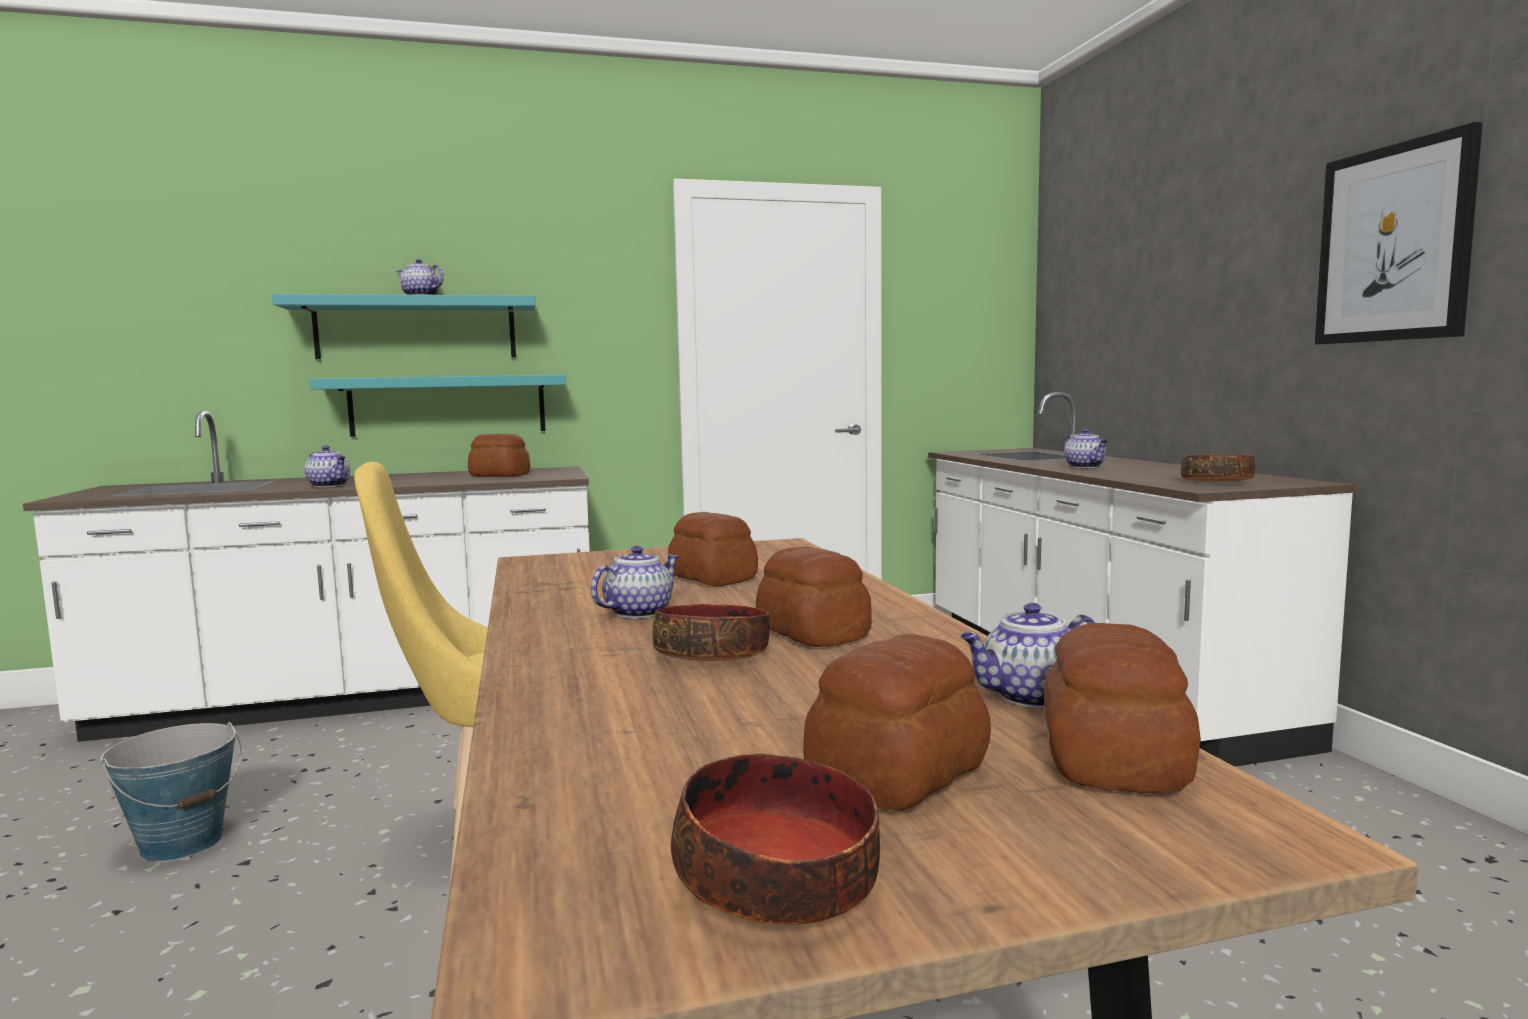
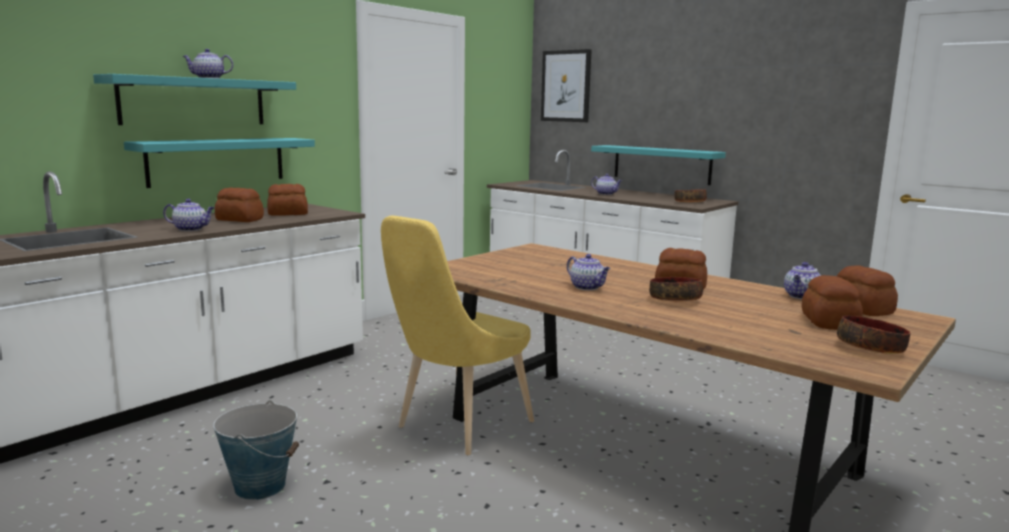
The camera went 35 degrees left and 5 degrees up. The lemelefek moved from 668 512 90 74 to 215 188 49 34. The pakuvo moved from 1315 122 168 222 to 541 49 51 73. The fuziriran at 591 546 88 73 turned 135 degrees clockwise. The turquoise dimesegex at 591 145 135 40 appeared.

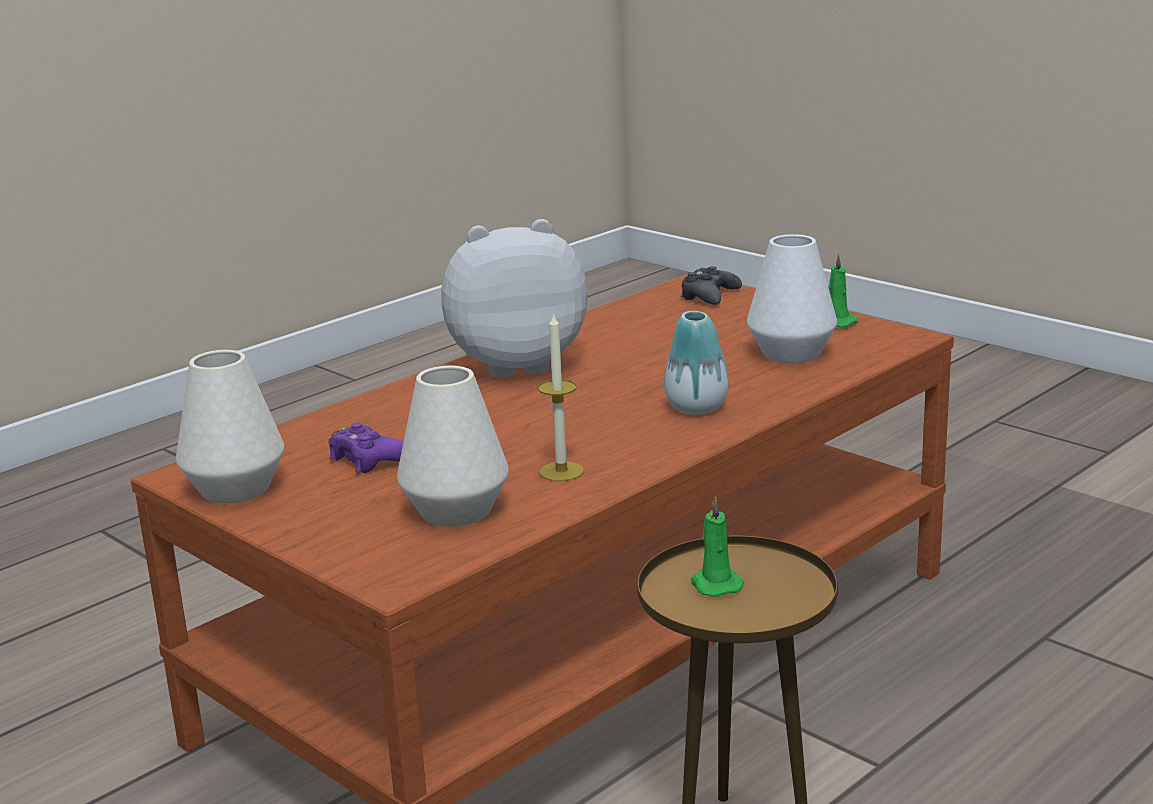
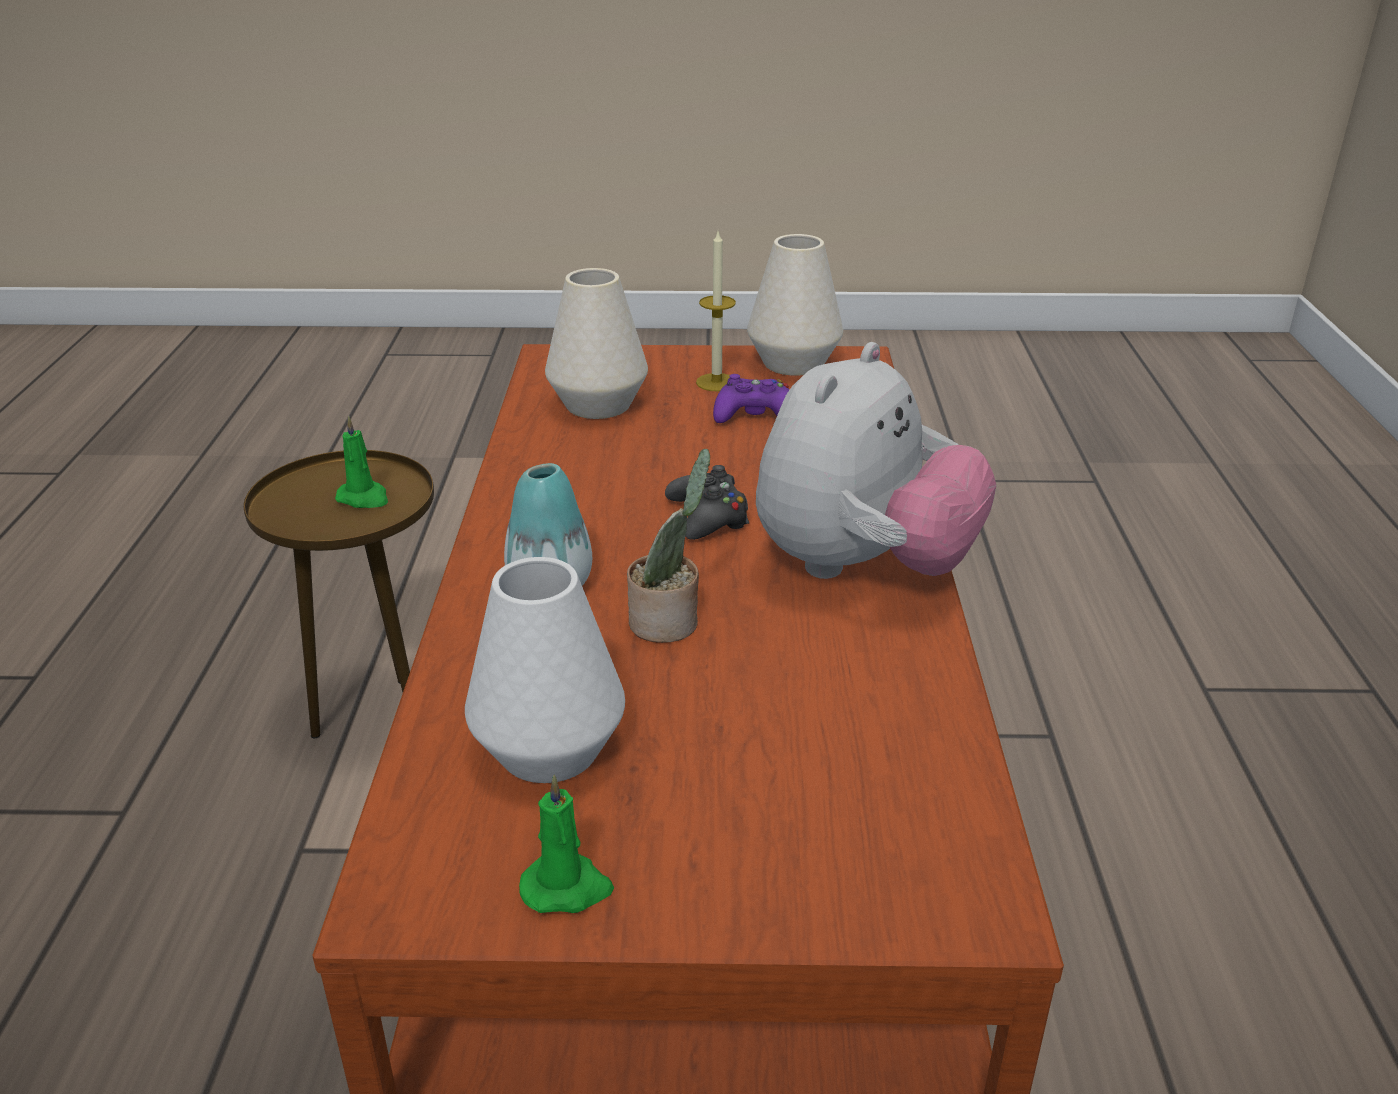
The camera went 135 degrees right and 10 degrees up. The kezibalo at 627 449 83 194 appeared. The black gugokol moved from 681 266 61 39 to 665 465 84 75. The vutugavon moved from 538 312 46 169 to 696 232 40 160.

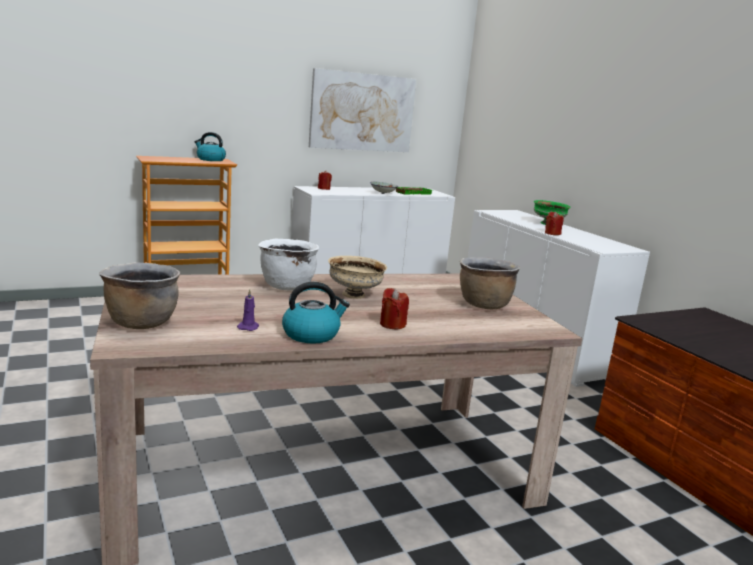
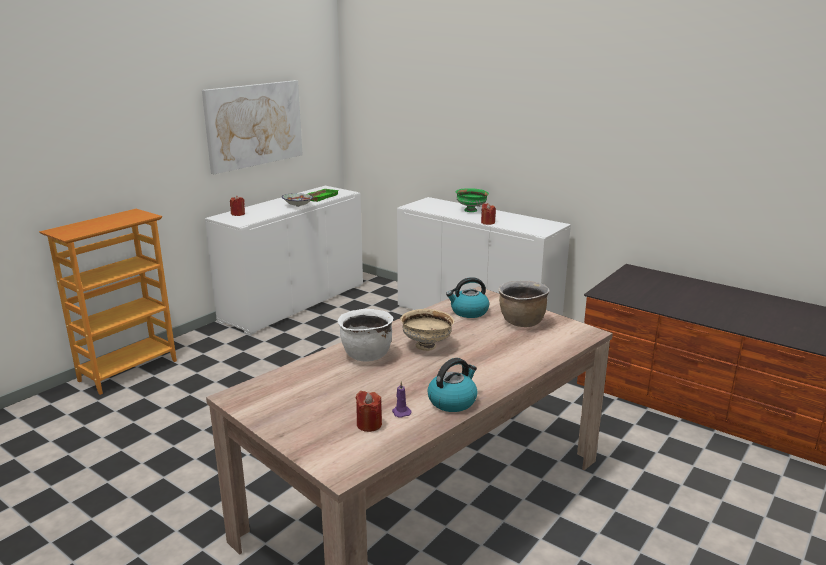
The camera went 25 degrees left and 5 degrees up. The red vutugavon moved from 380 288 29 41 to 356 391 26 41. The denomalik moved from 195 132 31 29 to 446 277 43 41. The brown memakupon at 99 262 81 67 disappeared.

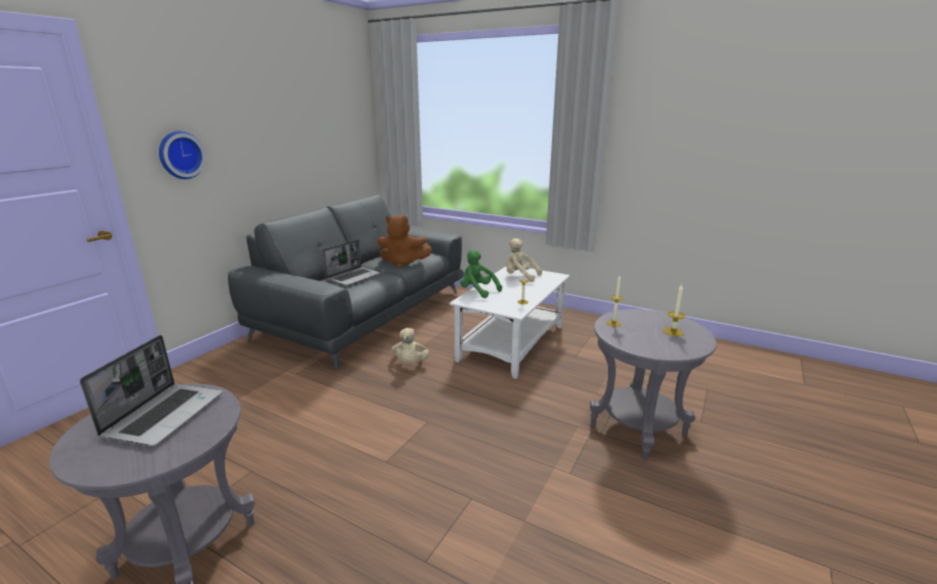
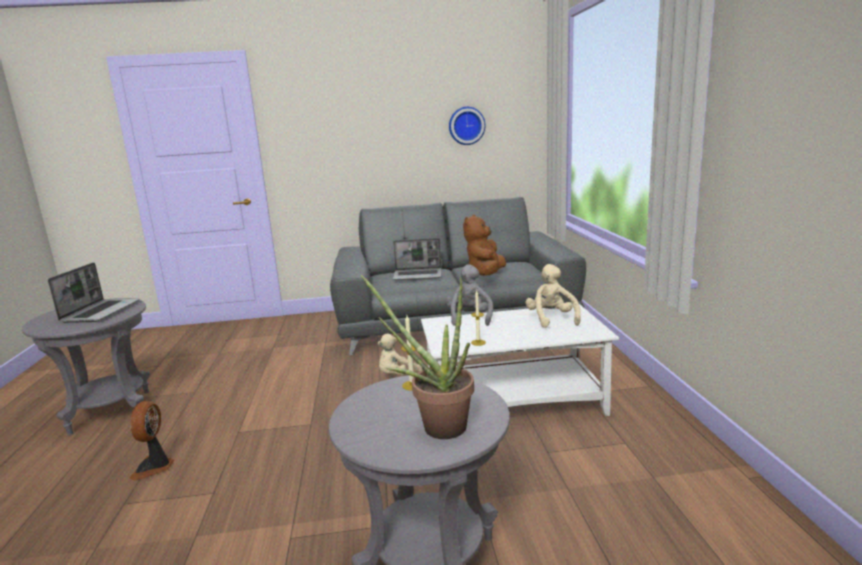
The camera went 55 degrees right and 5 degrees down. The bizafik at 80 335 143 112 turned 60 degrees counterclockwise. The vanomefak at 129 401 45 79 appeared. The vutugavon at 663 284 22 52 was replaced by the kezibalo at 361 275 113 164. The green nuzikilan at 460 250 42 48 became the grey nuzikilan at 445 264 48 62. The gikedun moved from 159 131 47 48 to 449 107 36 38. The brown nuzikilan at 377 215 55 53 turned 45 degrees clockwise.

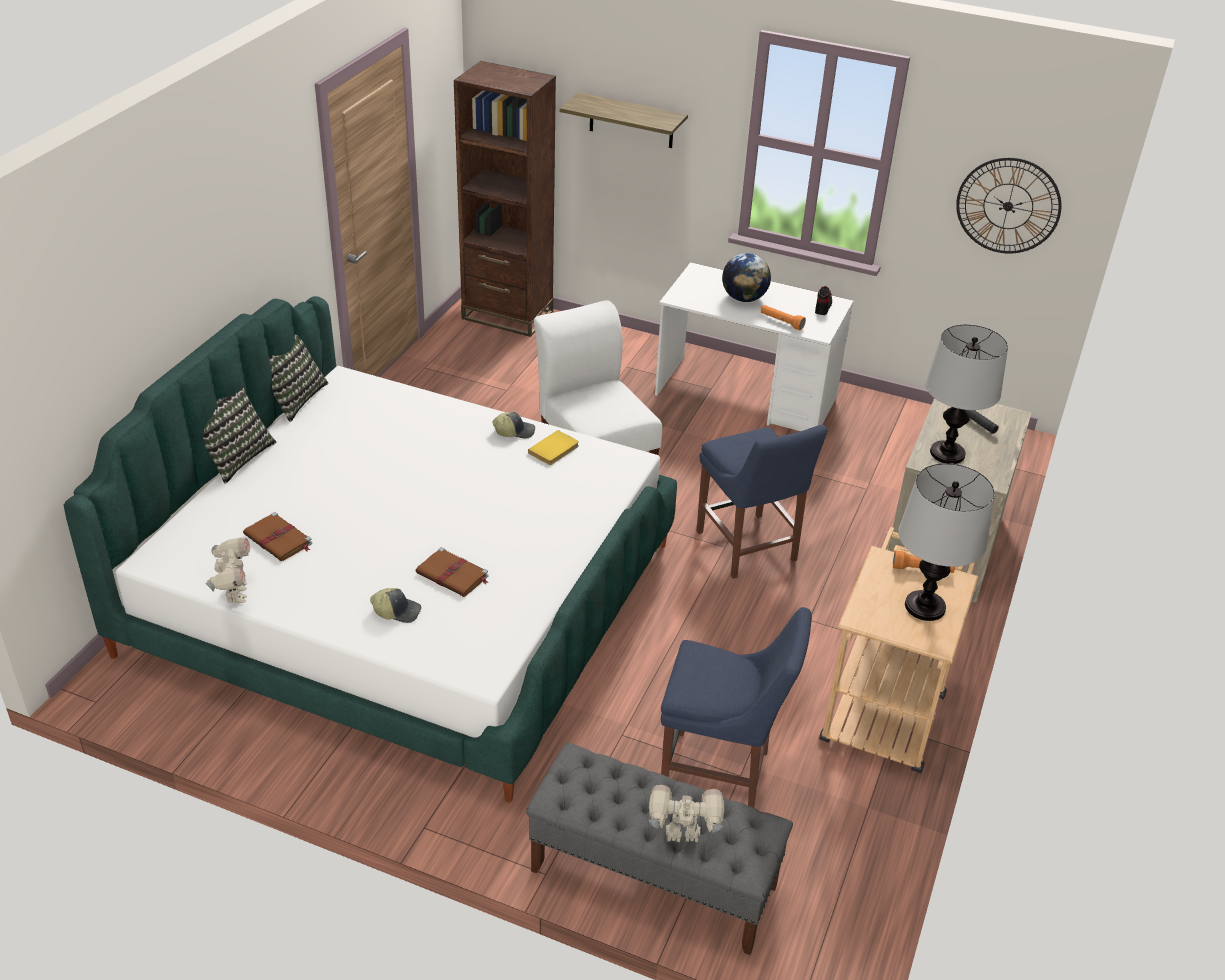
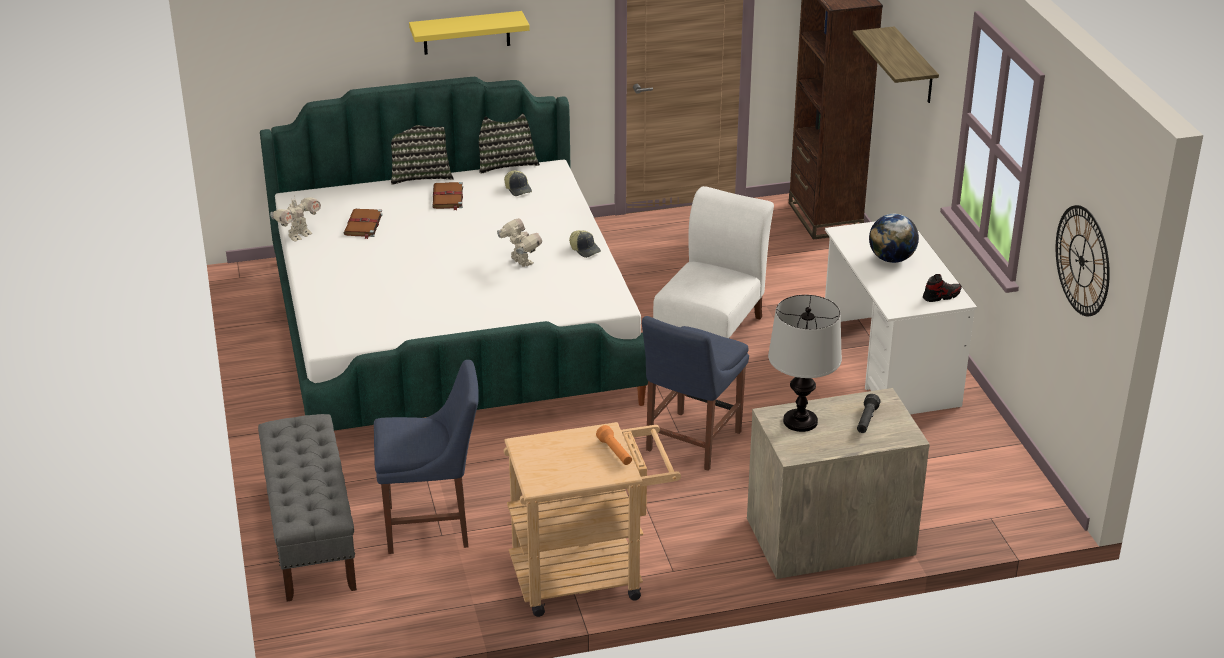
The camera went 55 degrees right and 5 degrees down. The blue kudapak at 661 607 151 200 turned 75 degrees counterclockwise. The yellow dimesegex at 409 11 121 44 appeared. The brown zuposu moved from 416 547 72 50 to 432 182 31 28. The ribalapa moved from 649 785 75 58 to 497 218 45 49. The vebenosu moved from 370 588 51 35 to 504 170 28 26. The yellow zuposu at 528 430 51 35 disappeared. The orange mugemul at 761 305 45 26 disappeared. The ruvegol at 898 463 97 158 disappeared.

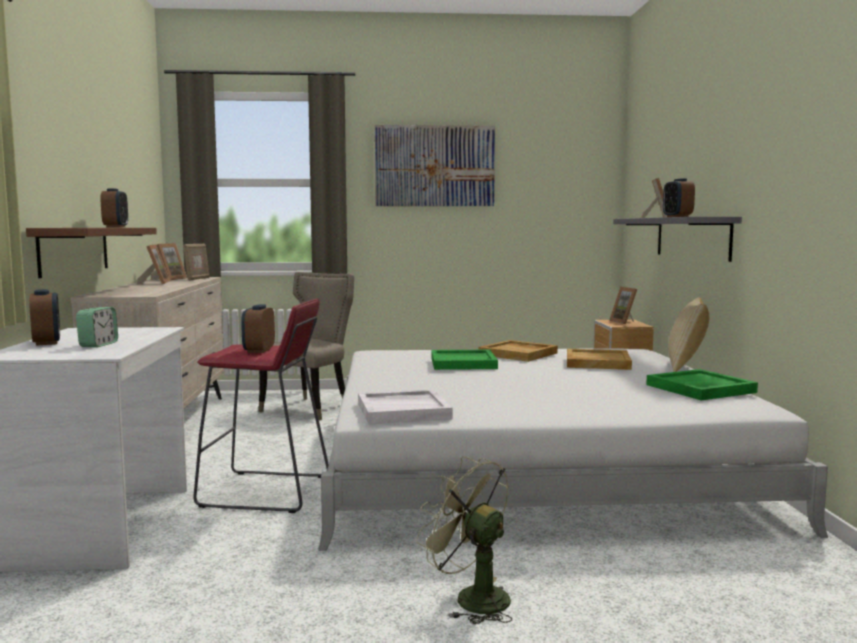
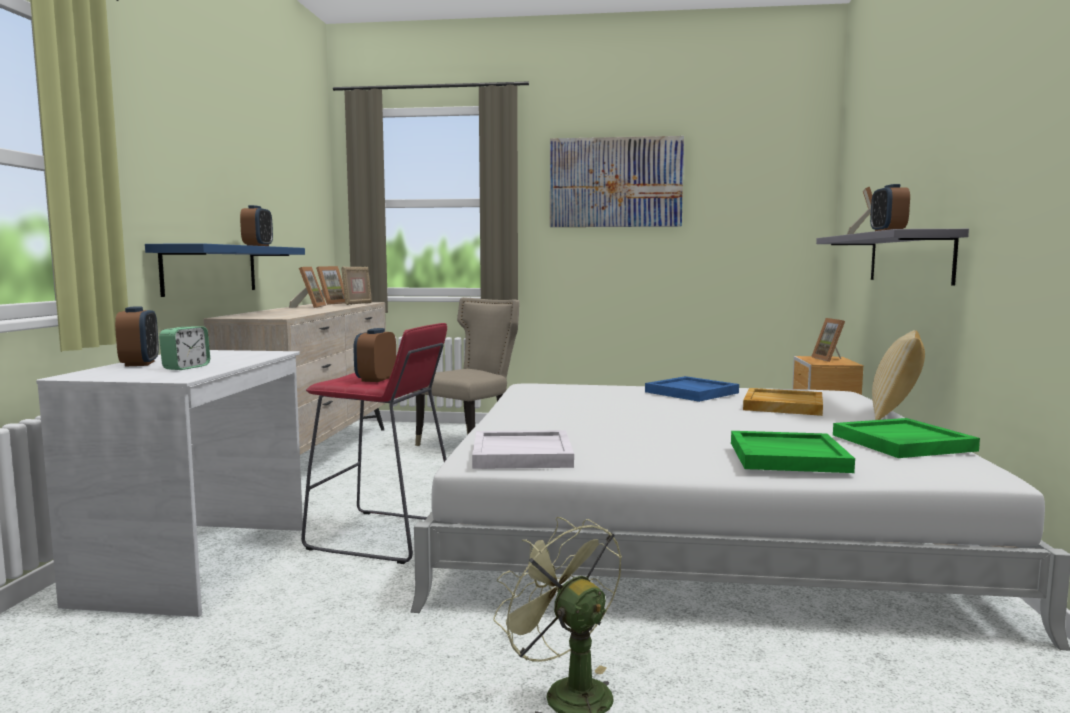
The camera went 10 degrees right and 0 degrees up. The brown dimesegex at 26 228 131 50 became the blue dimesegex at 145 244 160 53. The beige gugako at 479 340 79 22 became the blue gugako at 645 376 94 26. The green gugako moved from 431 350 67 20 to 731 431 124 42.

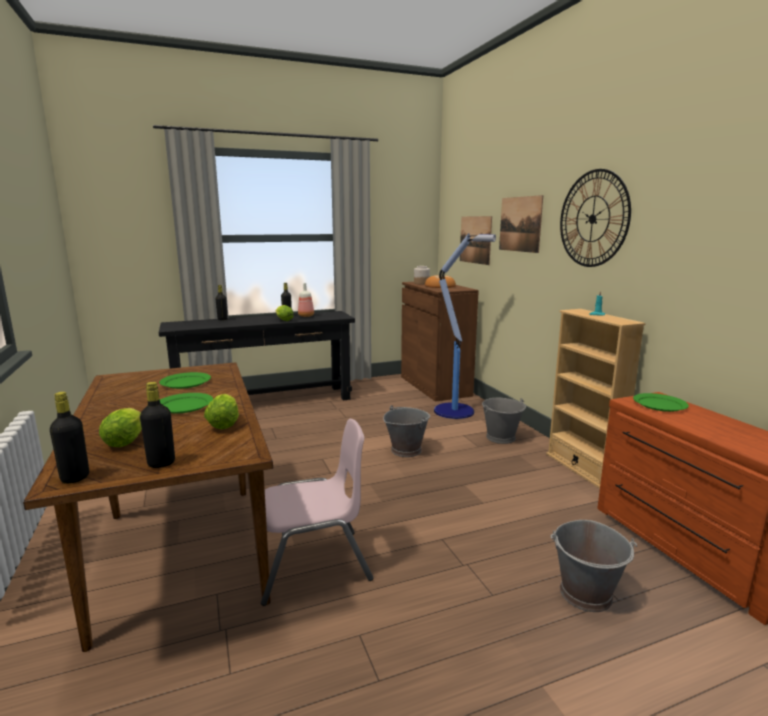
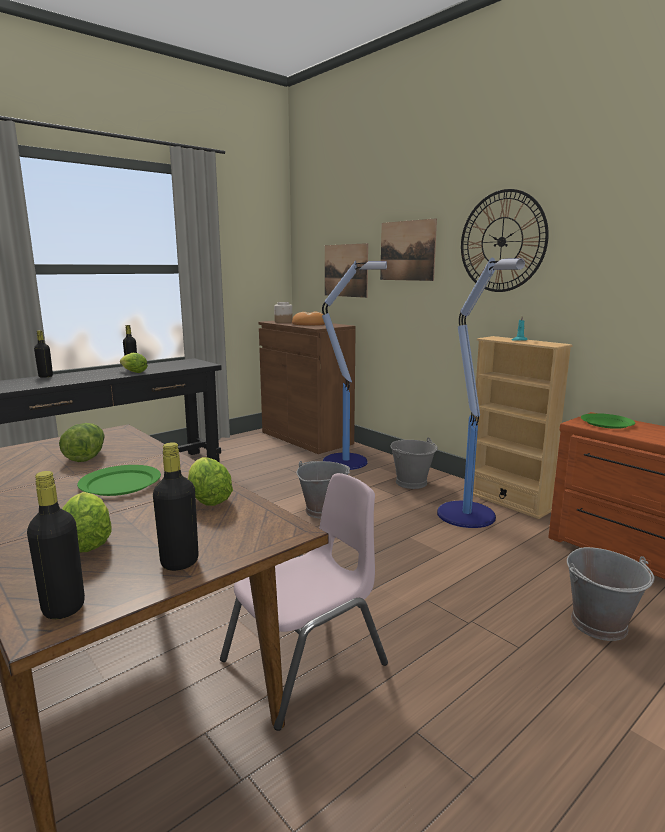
The camera went 20 degrees left and 0 degrees up. The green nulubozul at 159 372 52 17 was replaced by the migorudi at 59 423 46 39. The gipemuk at 437 258 88 270 appeared. The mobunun at 298 283 16 34 disappeared.

